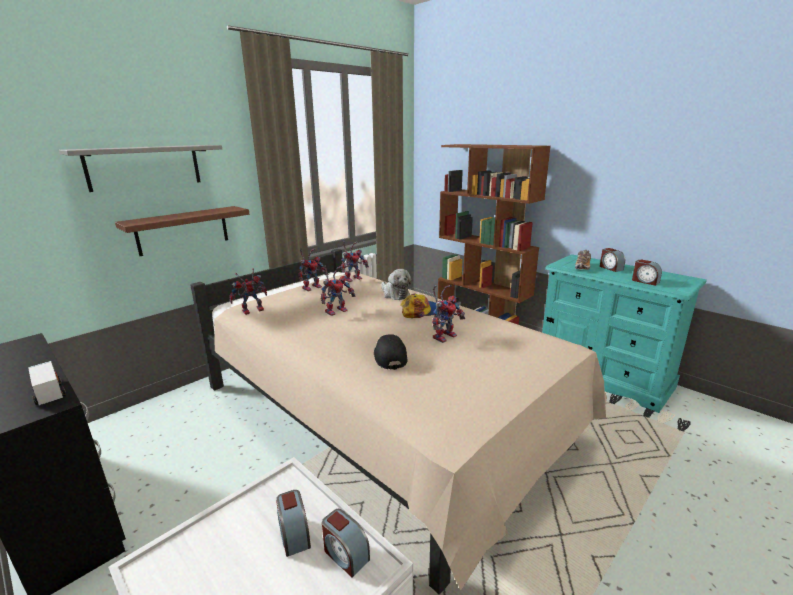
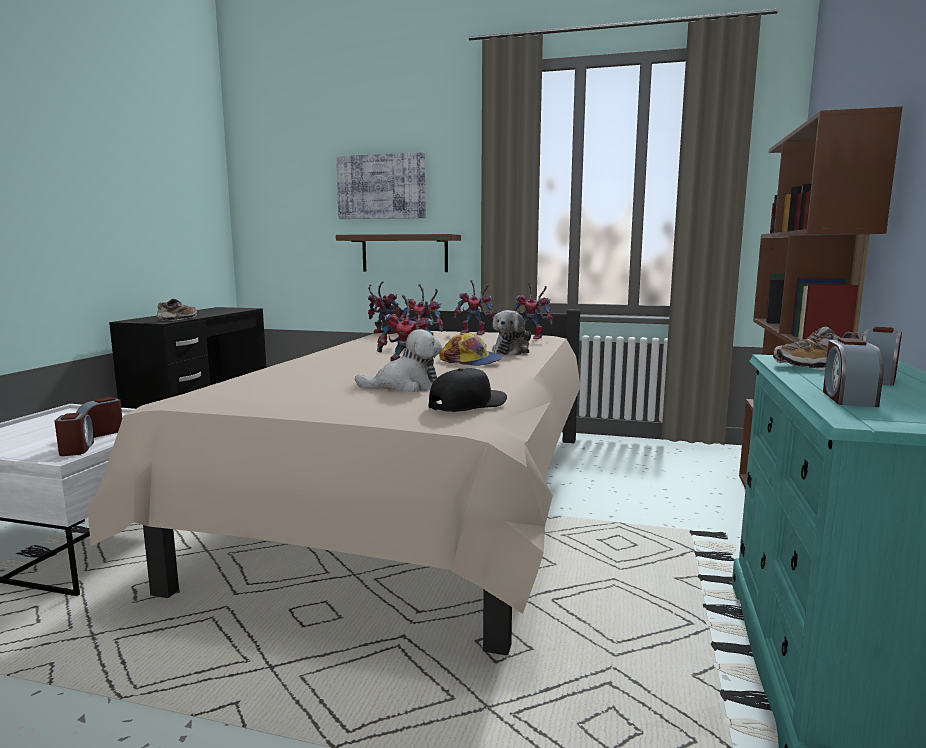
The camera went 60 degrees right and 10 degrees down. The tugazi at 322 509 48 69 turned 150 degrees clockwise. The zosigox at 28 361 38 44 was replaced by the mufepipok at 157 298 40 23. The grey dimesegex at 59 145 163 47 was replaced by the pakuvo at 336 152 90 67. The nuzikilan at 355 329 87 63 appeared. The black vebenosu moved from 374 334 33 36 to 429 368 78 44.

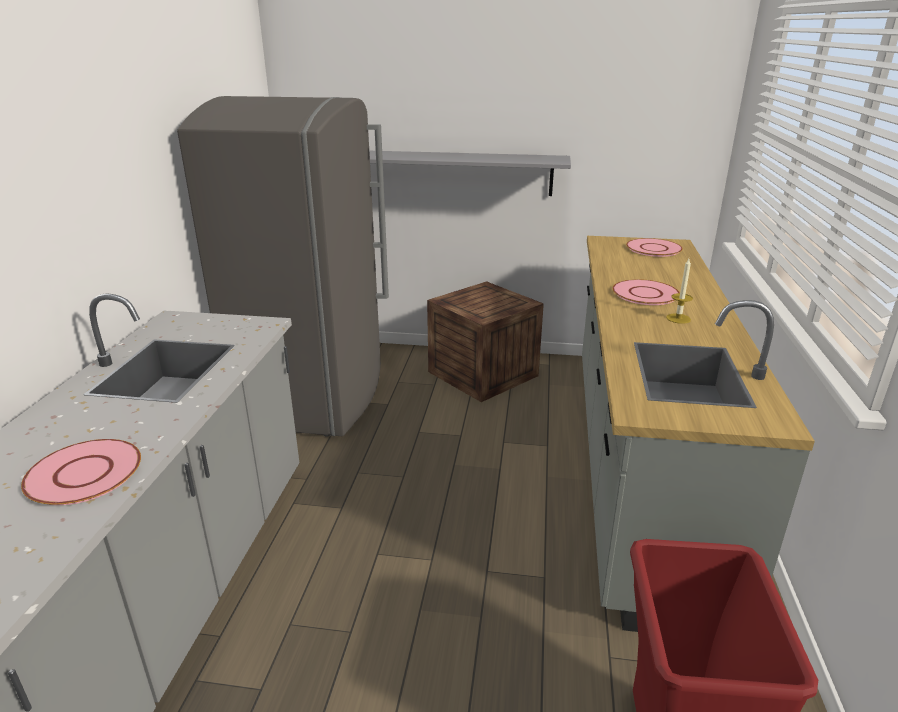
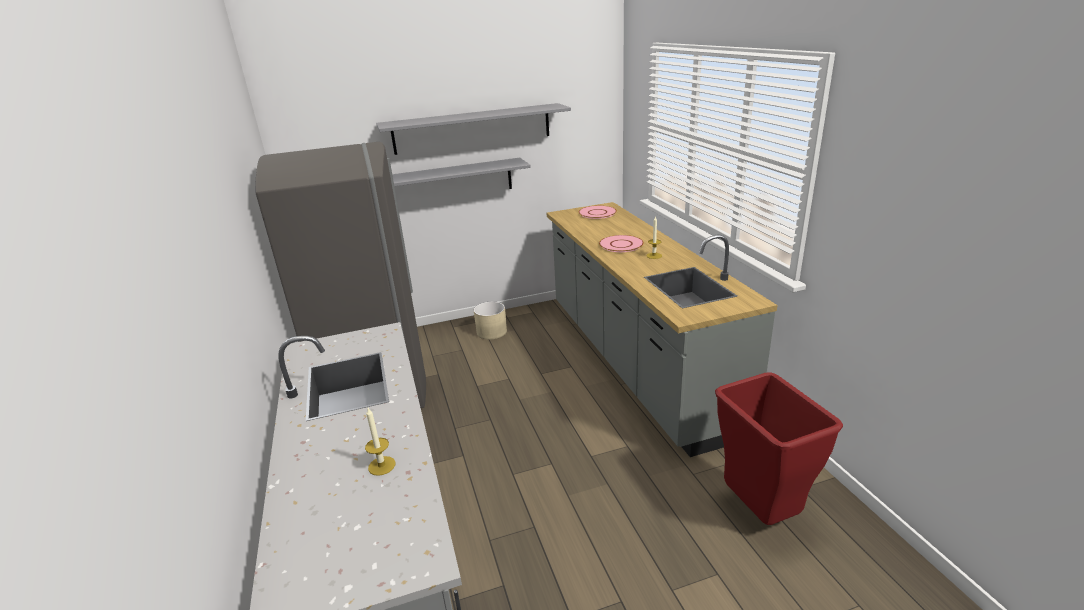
The camera went 25 degrees left and 0 degrees up. The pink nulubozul at 21 439 120 66 was replaced by the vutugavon at 365 408 31 68. The grey dimesegex at 376 103 195 52 appeared. The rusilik at 427 281 117 121 was replaced by the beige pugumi at 474 302 33 38.

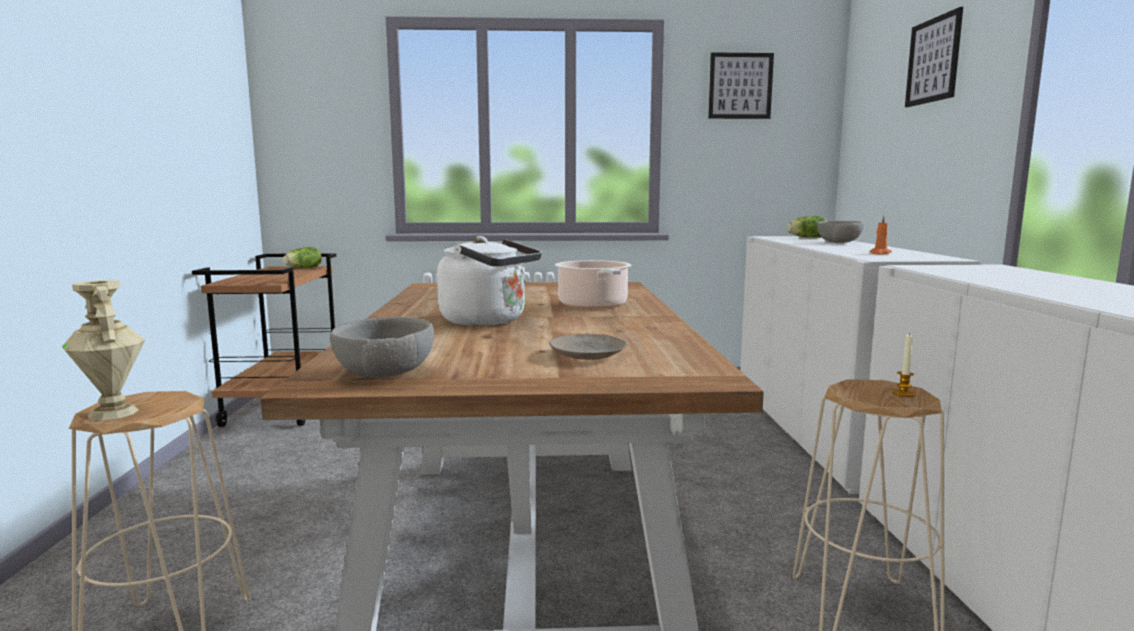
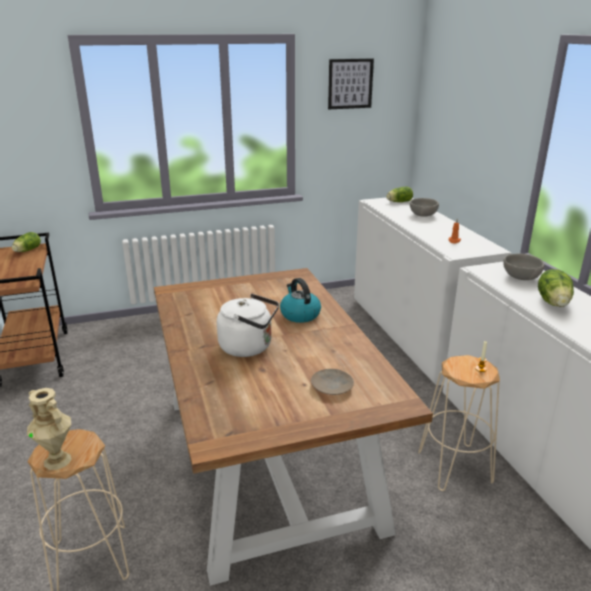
The camera went 15 degrees left and 15 degrees up. The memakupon at 555 260 77 49 was replaced by the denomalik at 280 278 41 45. The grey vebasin moved from 330 317 104 60 to 503 254 42 26. The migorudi at 538 269 36 38 appeared. The pakuvo at 905 7 58 100 disappeared.

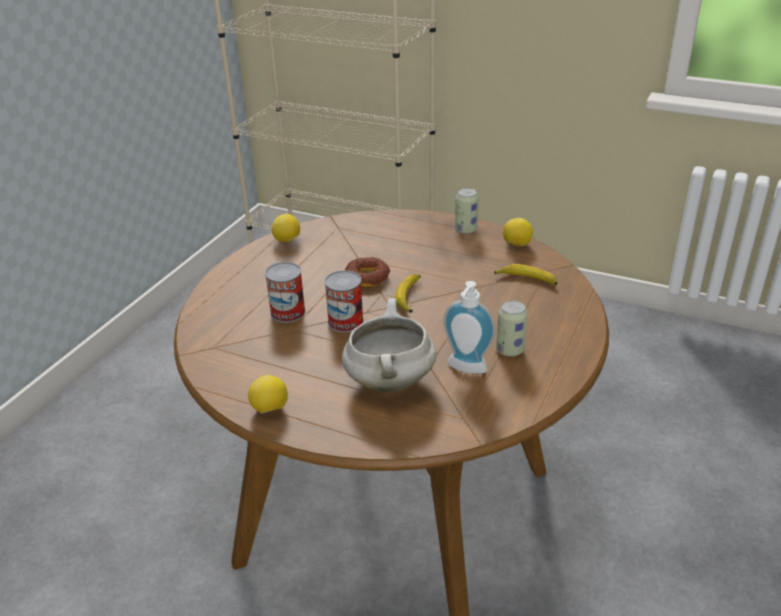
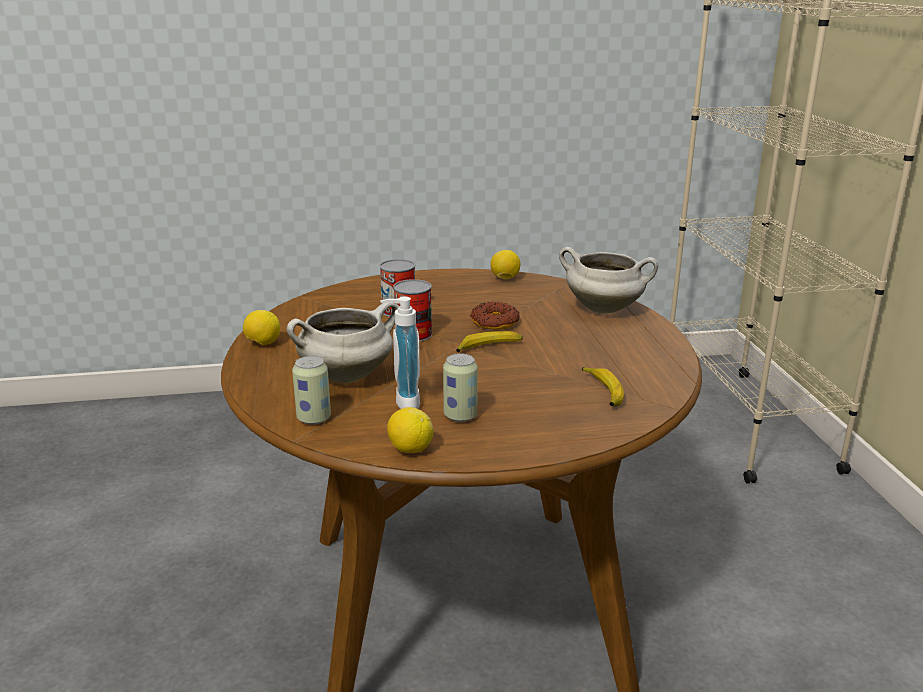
The camera went 55 degrees right and 10 degrees down. The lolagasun moved from 455 188 24 46 to 292 356 39 69. The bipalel moved from 503 218 30 29 to 387 407 46 46. The white memakupon at 559 247 99 66 appeared.

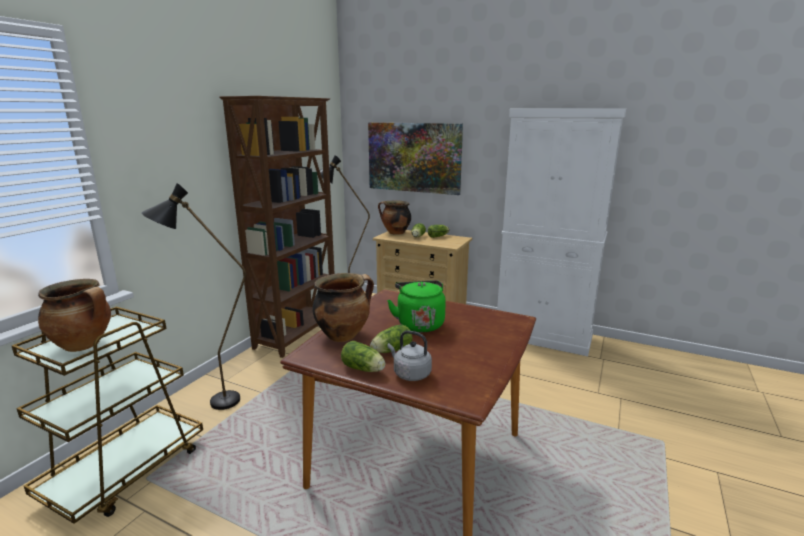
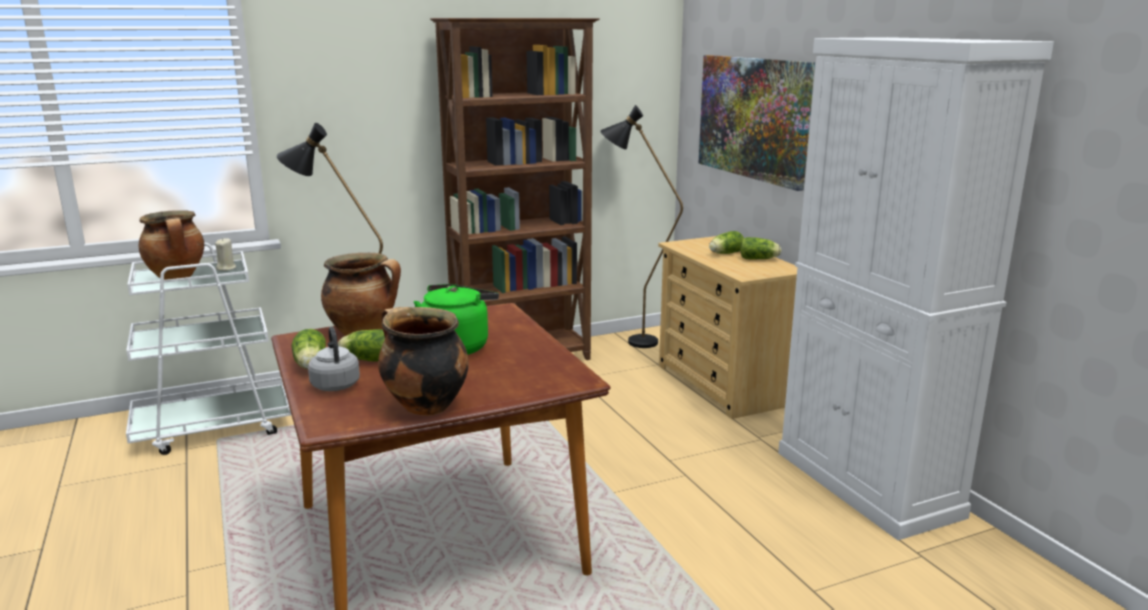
The camera went 40 degrees right and 0 degrees up. The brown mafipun at 12 306 191 218 became the white mafipun at 126 242 165 213. The beige vutugavon at 215 238 21 33 appeared. The memakupon moved from 378 201 33 34 to 378 307 91 109.

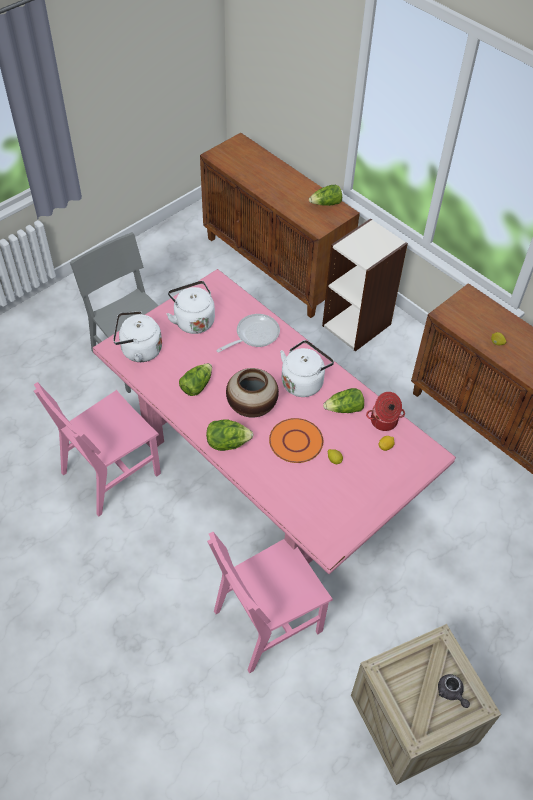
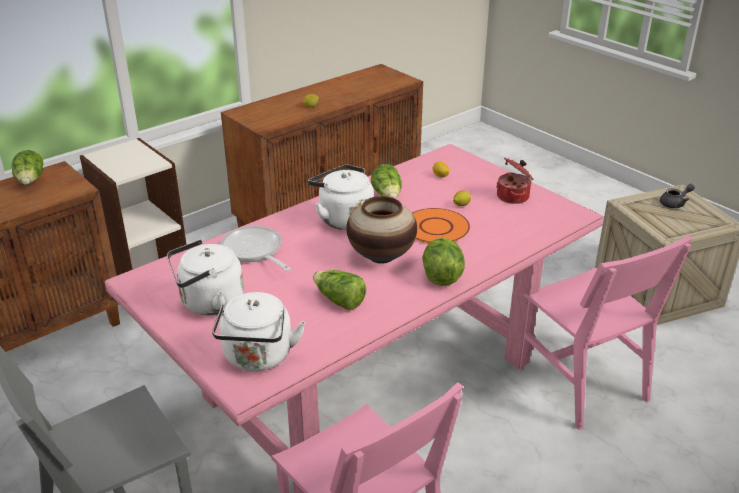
The camera went 85 degrees left and 20 degrees down. The memakupon moved from 366 392 39 39 to 496 157 37 47.

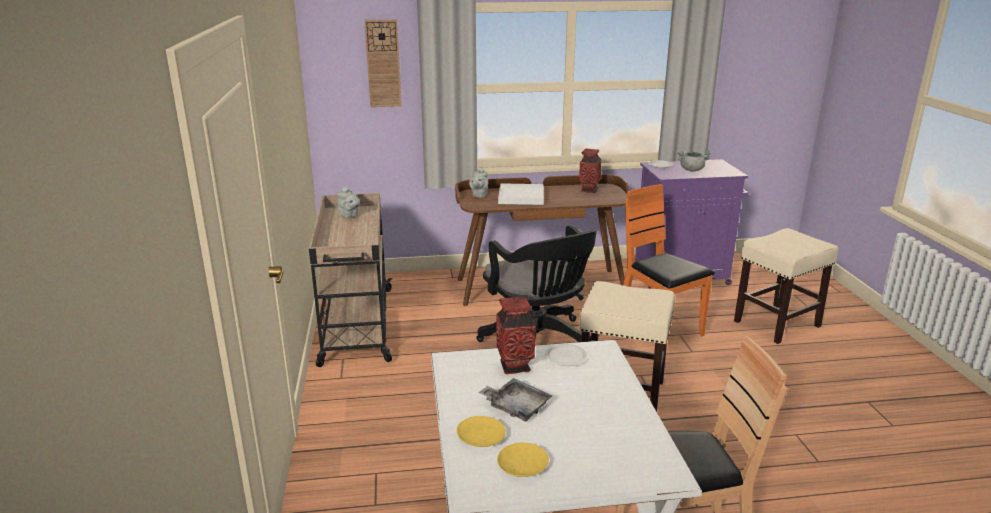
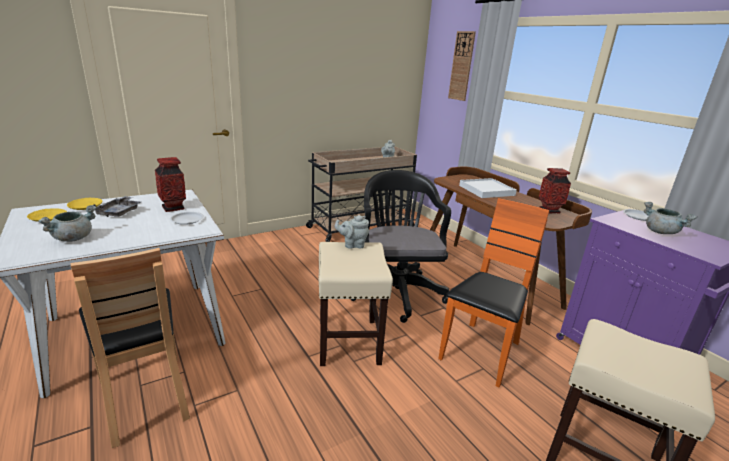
The camera went 65 degrees right and 0 degrees up. The grey memakupon at 38 205 58 37 appeared. The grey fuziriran moved from 469 167 20 31 to 335 215 34 34. The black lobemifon at 476 225 121 117 turned 135 degrees clockwise.

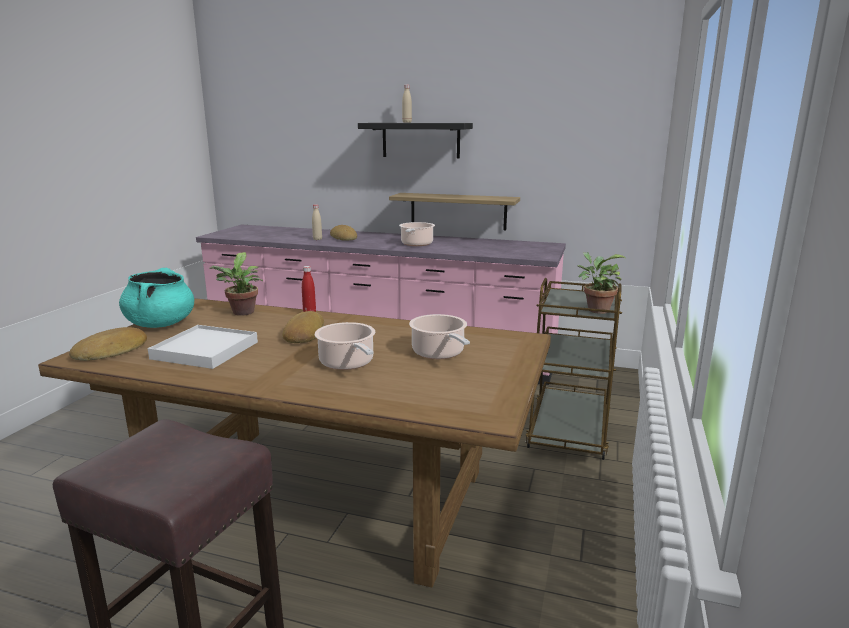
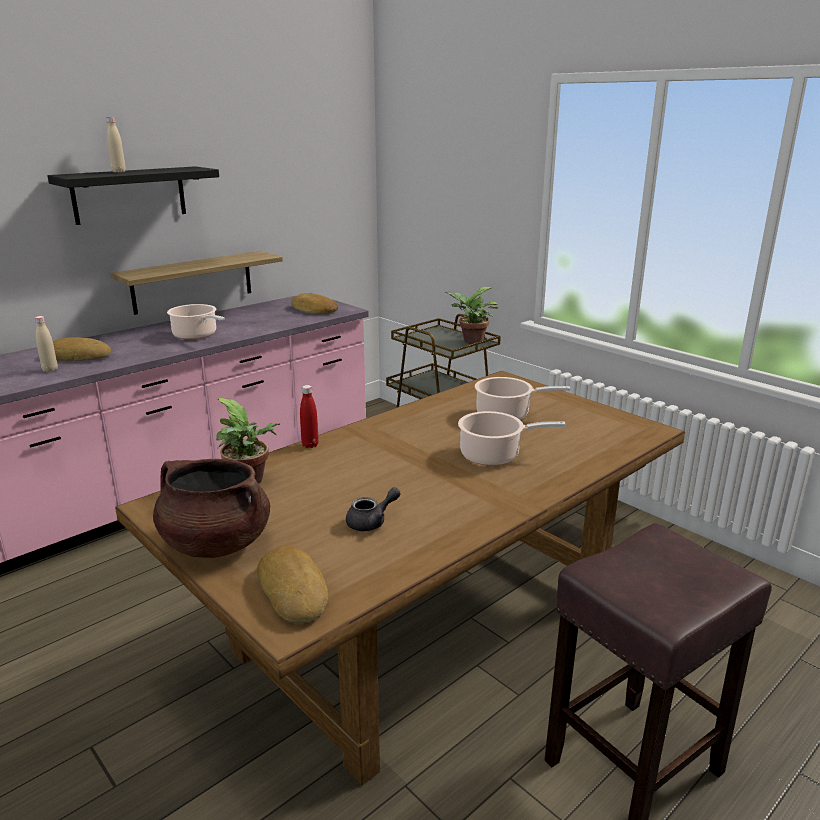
The camera went 60 degrees left and 5 degrees up. The turquoise memakupon at 119 268 75 60 became the brown memakupon at 153 459 117 99. The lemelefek moved from 282 311 42 32 to 291 293 47 21. The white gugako at 148 325 110 44 was replaced by the grey fuziriran at 346 487 55 44.

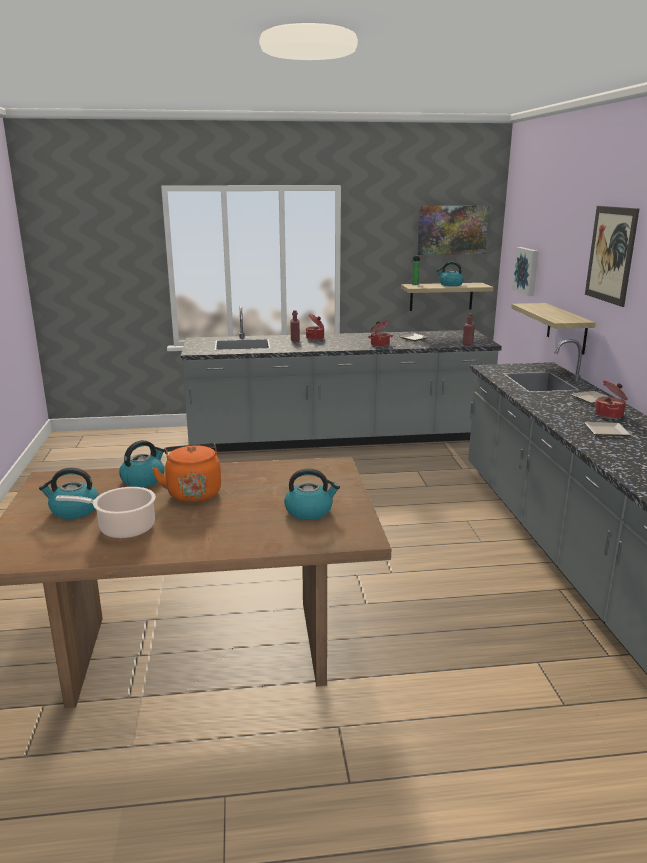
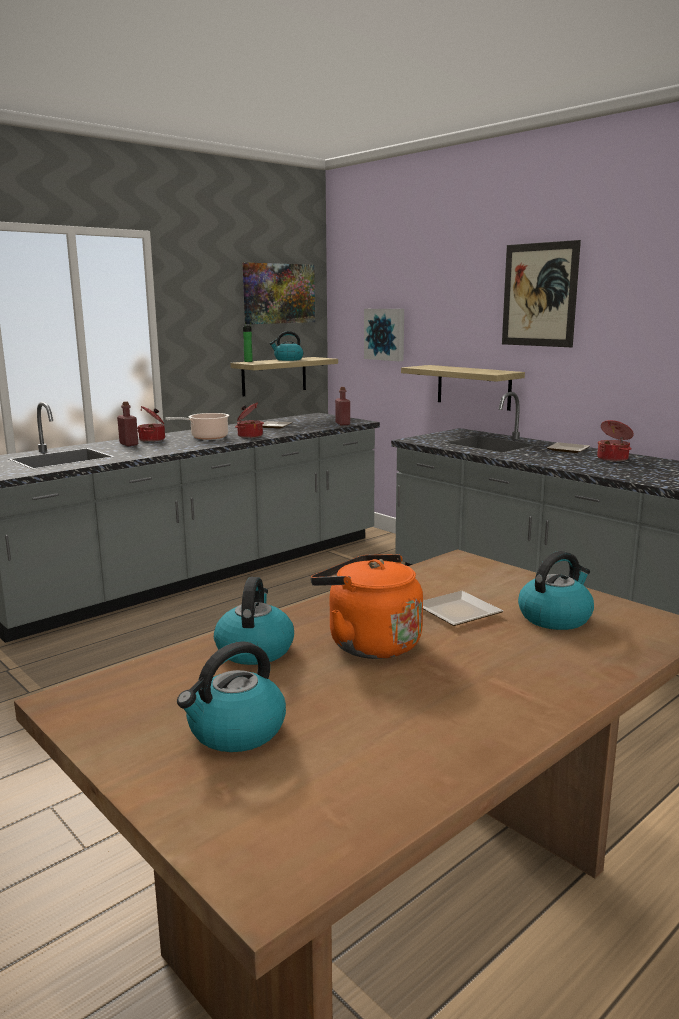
The camera went 35 degrees left and 5 degrees down. The memakupon moved from 55 487 101 51 to 165 413 64 27. The nulubozul moved from 584 422 46 14 to 423 591 80 35.

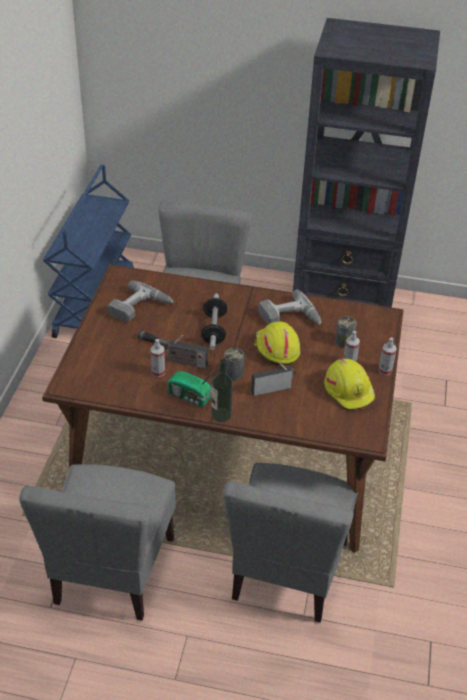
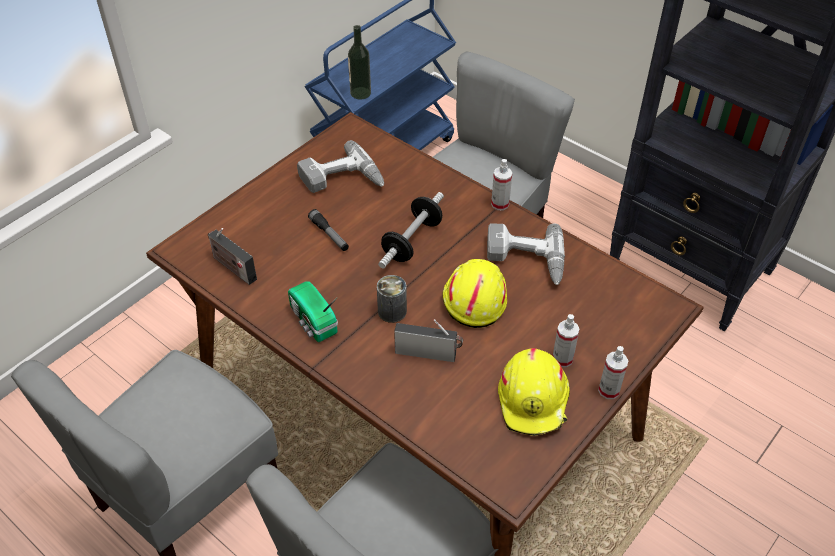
The camera went 30 degrees right and 5 degrees up. The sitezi moved from 164 335 44 34 to 208 228 49 57. The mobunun moved from 211 359 22 63 to 348 25 23 74. The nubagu moved from 151 339 14 38 to 491 159 21 51. The lolagasun at 335 316 22 32 disappeared.

